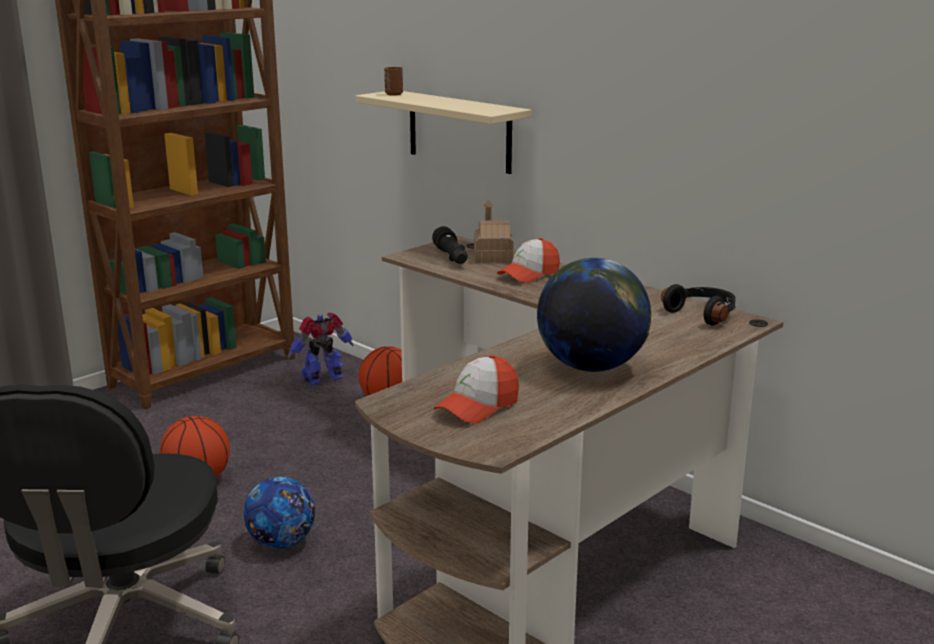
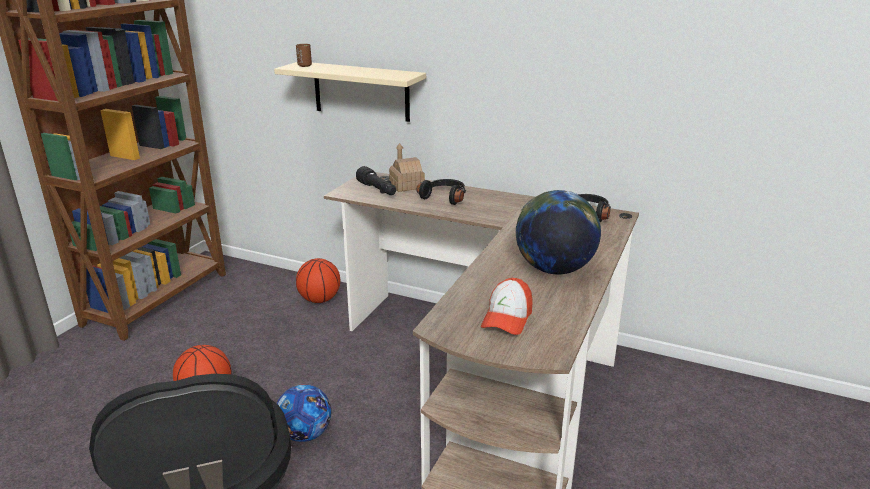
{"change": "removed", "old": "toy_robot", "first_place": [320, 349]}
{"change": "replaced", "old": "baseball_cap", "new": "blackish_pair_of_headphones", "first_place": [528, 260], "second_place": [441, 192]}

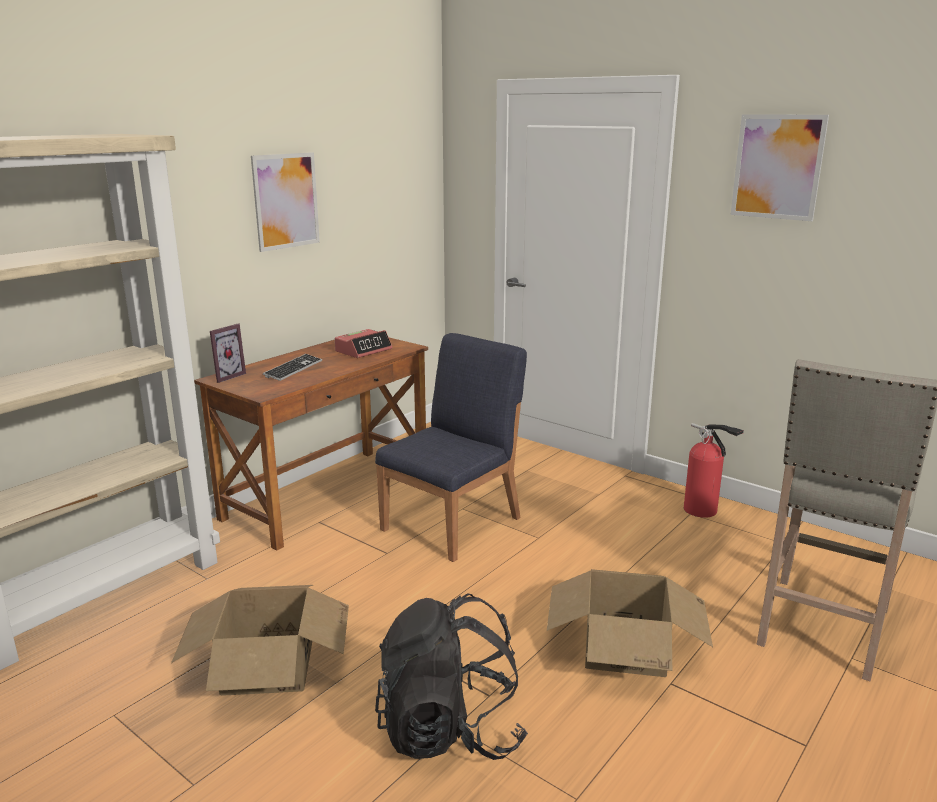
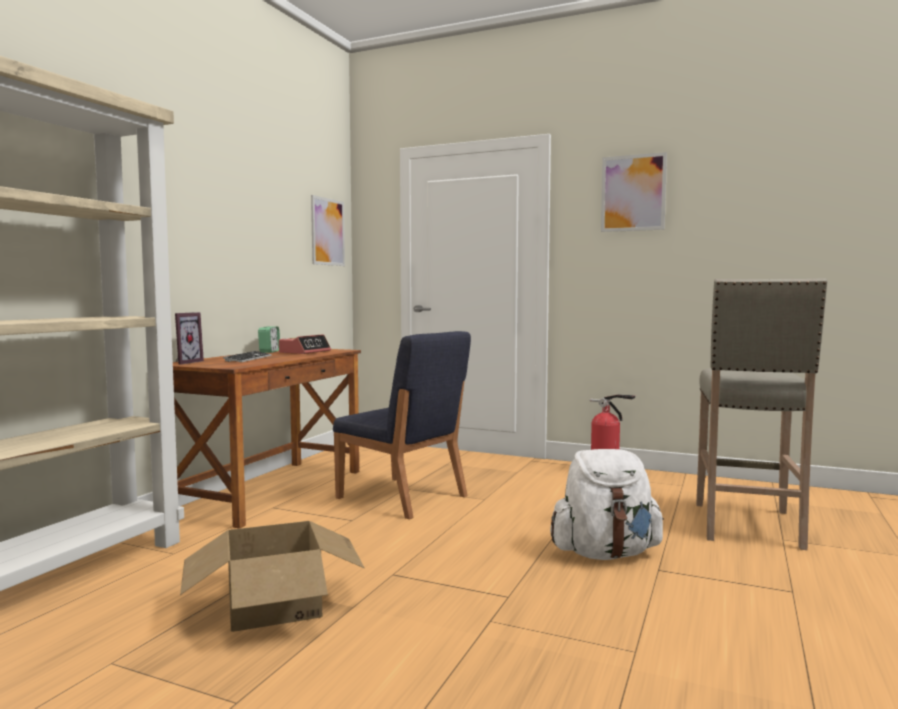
{"change": "removed", "old": "blackish_rucksack", "first_place": [451, 676]}
{"change": "added", "new": "alarm_clock", "second_place": [269, 339]}
{"change": "moved", "old": "wall_art", "first_place": [285, 202], "second_place": [328, 230]}
{"change": "replaced", "old": "cardboard_box", "new": "white-coloured_rucksack", "first_place": [630, 623], "second_place": [607, 504]}
{"change": "turned", "old": "blue-coloured_upright_chair", "first_place": [451, 447], "second_place": [402, 425], "degrees": 105}

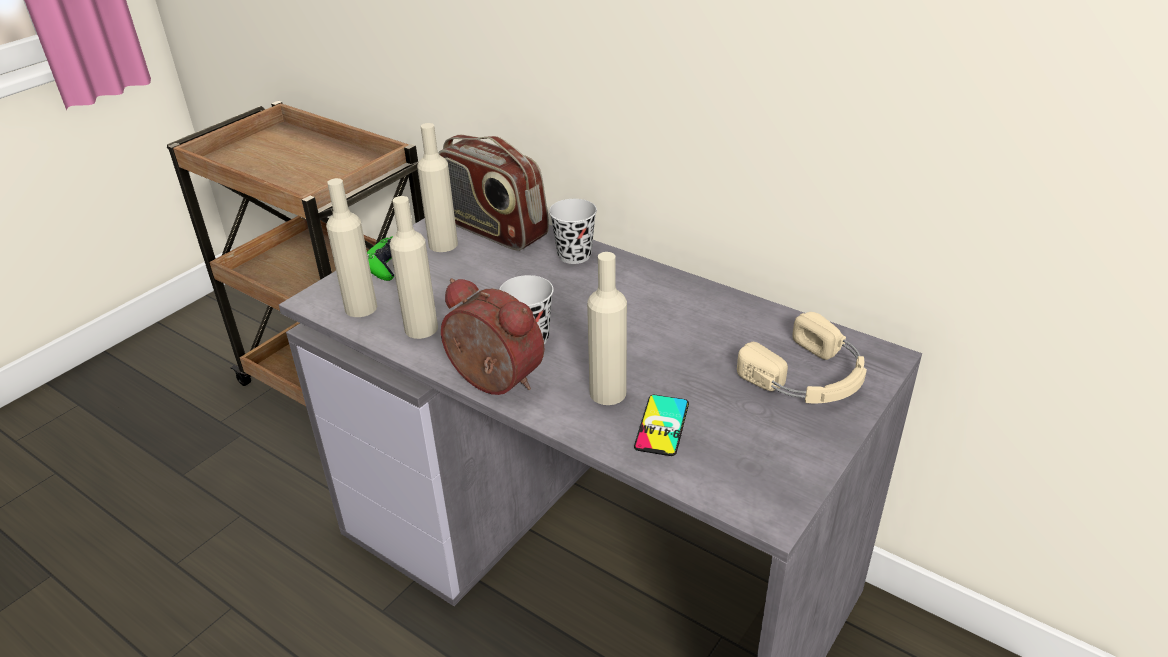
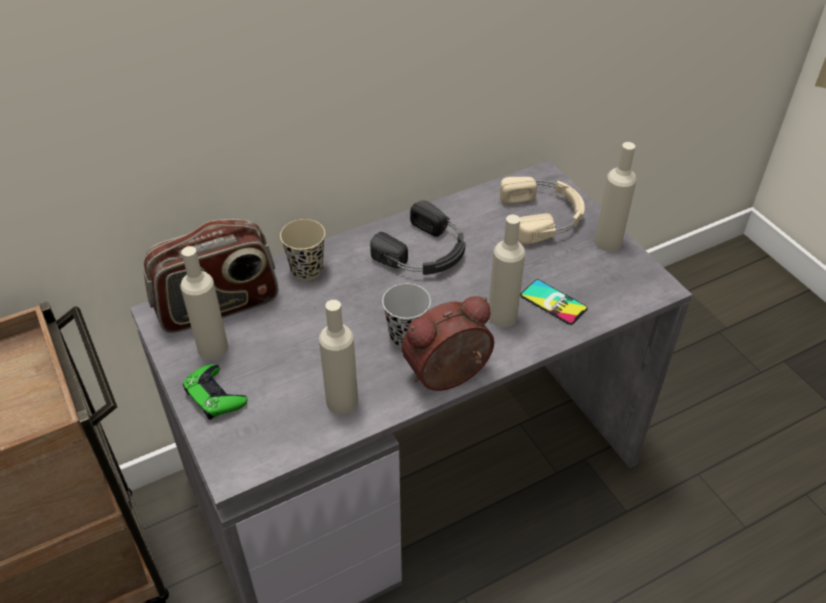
{"change": "added", "new": "blackish_pair_of_headphones", "second_place": [418, 237]}
{"change": "moved", "old": "beige-coloured_beverage_bottle", "first_place": [351, 247], "second_place": [616, 197]}
{"change": "recoloured", "old": "blackish_cup", "new": "beige-coloured_cup", "first_place": [573, 231], "second_place": [302, 249]}

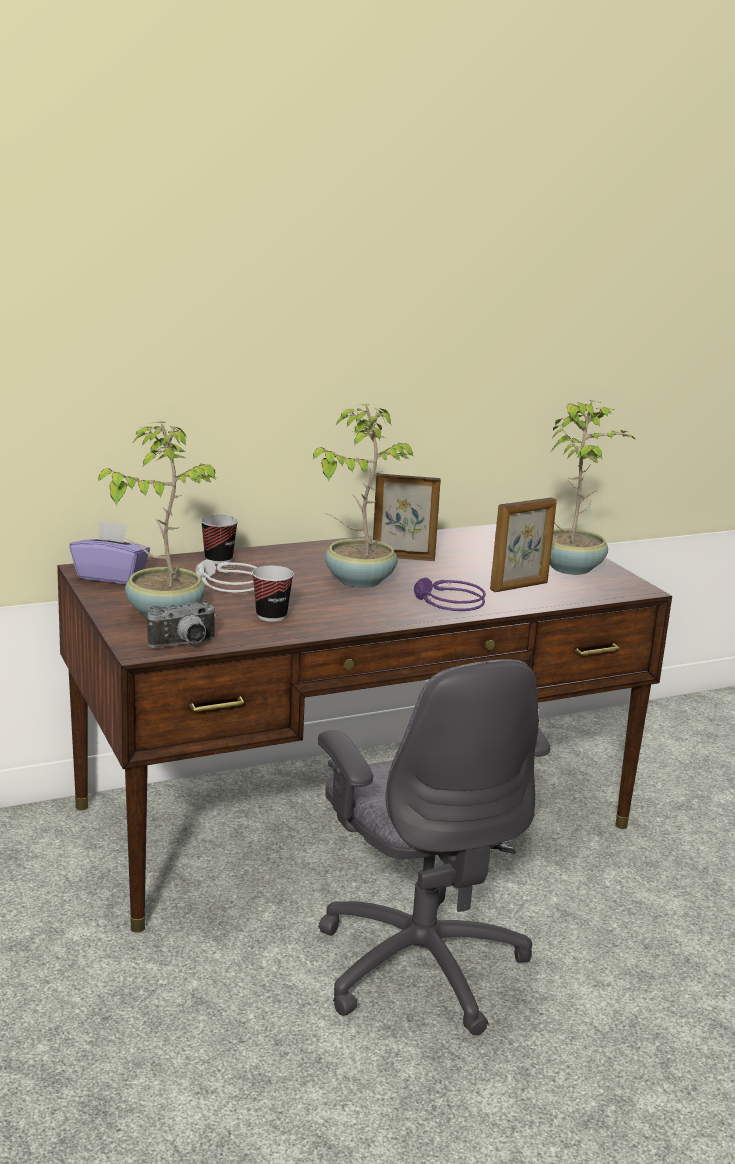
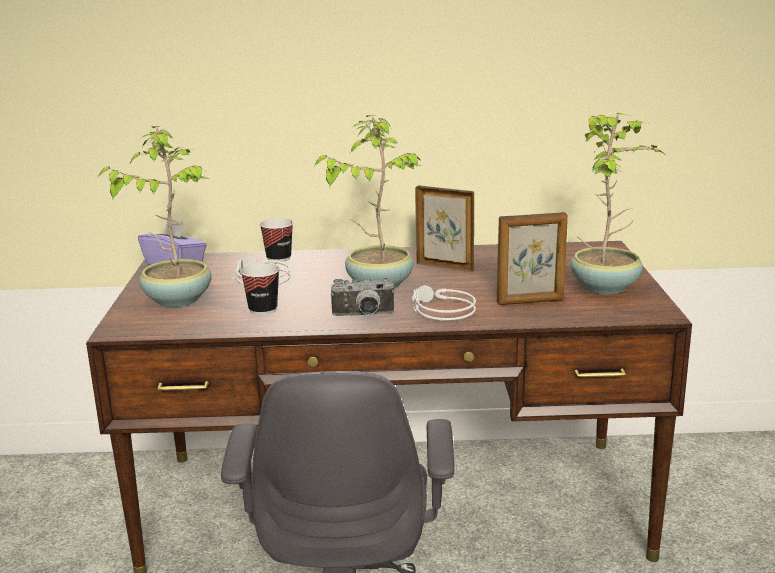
{"change": "moved", "old": "still_camera", "first_place": [182, 624], "second_place": [362, 297]}
{"change": "recoloured", "old": "purplish_pair_of_headphones", "new": "greyish_pair_of_headphones", "first_place": [450, 594], "second_place": [444, 303]}

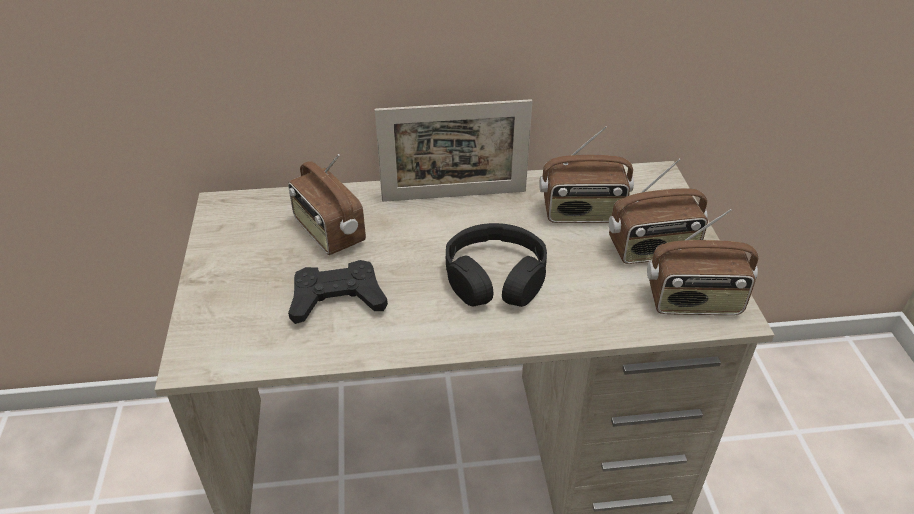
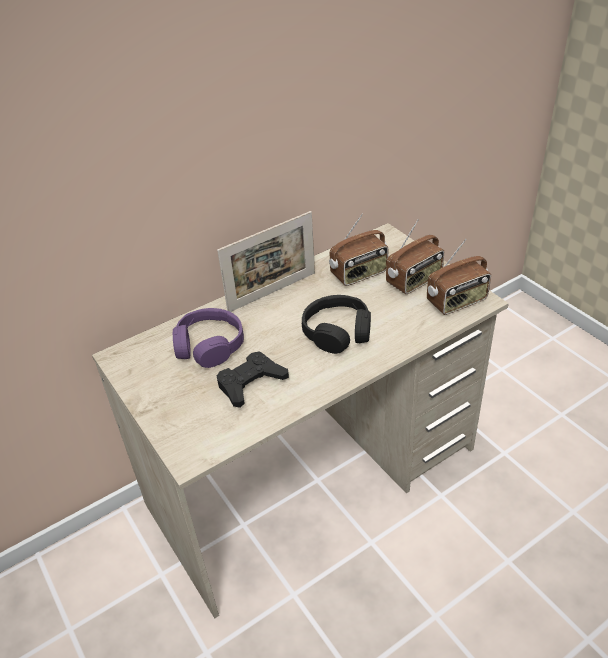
{"change": "replaced", "old": "radio_set", "new": "purplish_pair_of_headphones", "first_place": [327, 204], "second_place": [208, 338]}

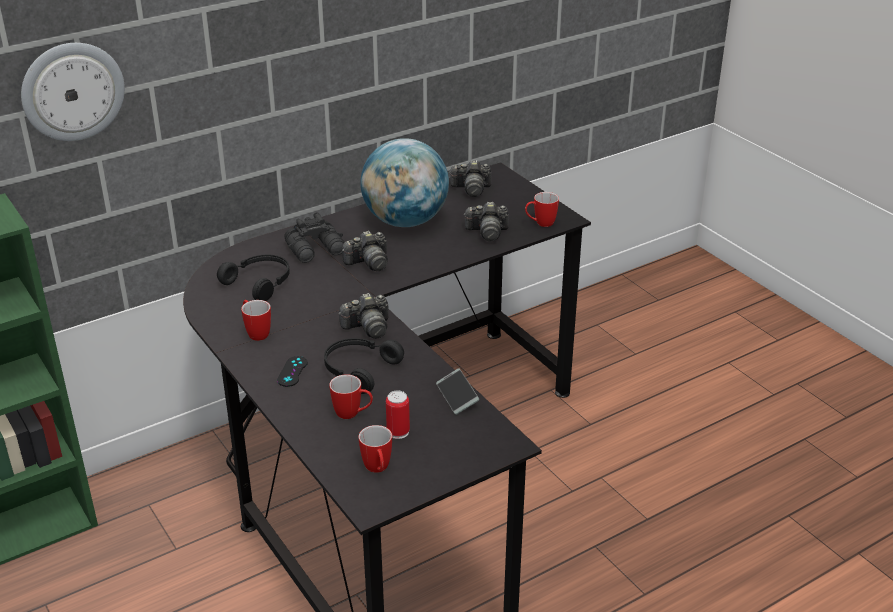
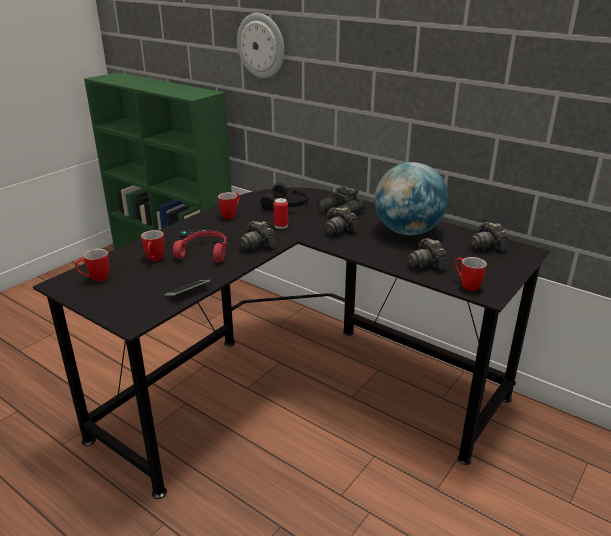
{"change": "moved", "old": "can", "first_place": [398, 414], "second_place": [281, 213]}
{"change": "recoloured", "old": "blackish_pair_of_headphones", "new": "red_pair_of_headphones", "first_place": [364, 366], "second_place": [200, 246]}

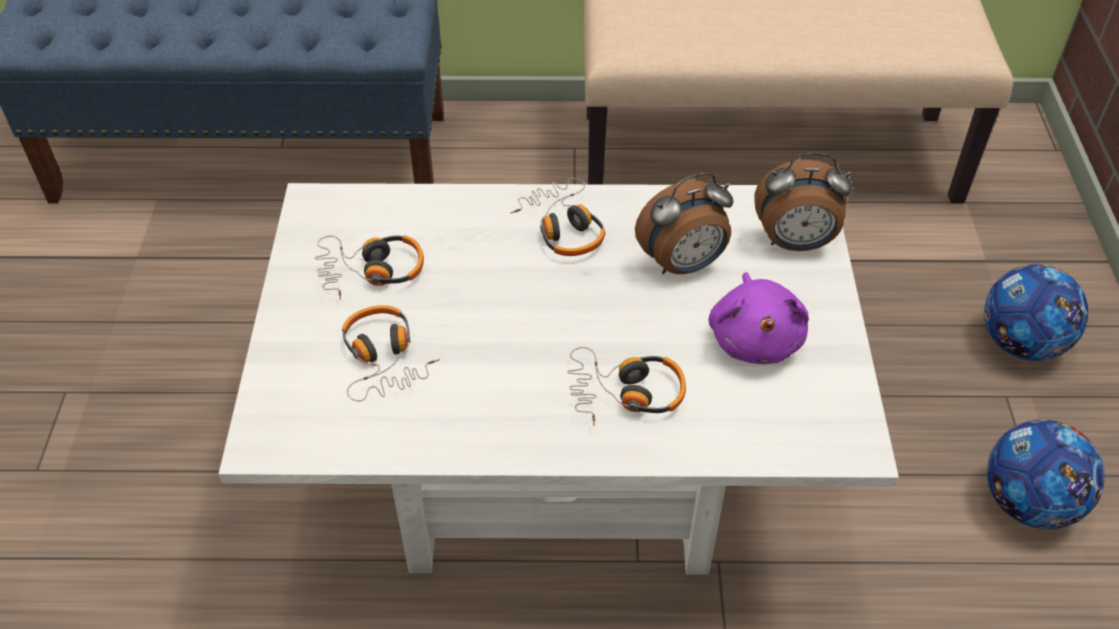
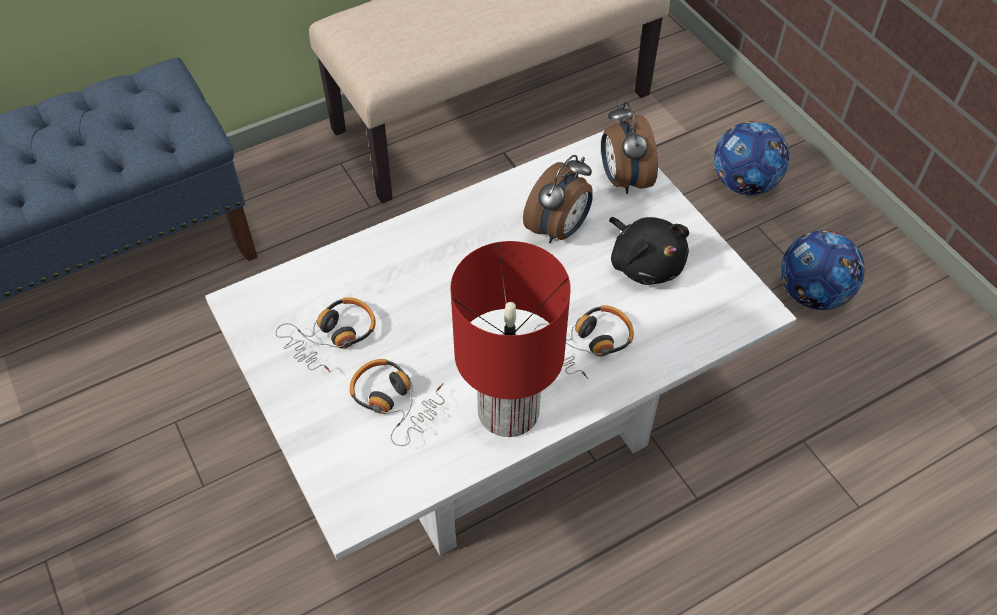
{"change": "removed", "old": "pair_of_headphones", "first_place": [557, 217]}
{"change": "added", "new": "red_lamp_for_a_table", "second_place": [511, 339]}
{"change": "recoloured", "old": "purplish_soft_toy", "new": "blackish_soft_toy", "first_place": [758, 318], "second_place": [649, 251]}
{"change": "turned", "old": "alarm_clock", "first_place": [803, 201], "second_place": [629, 148], "degrees": 105}

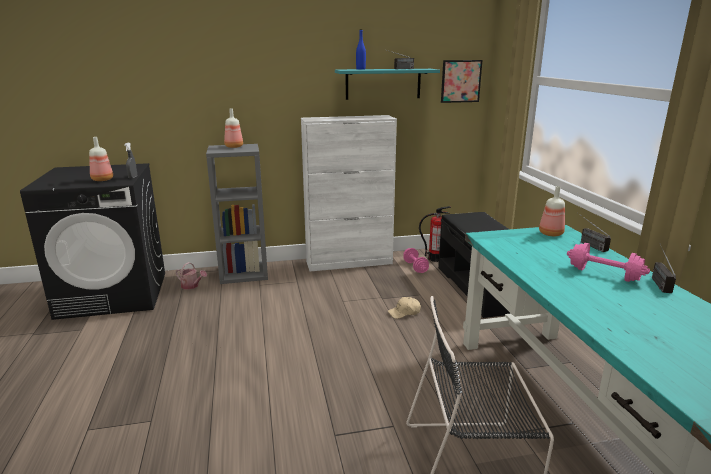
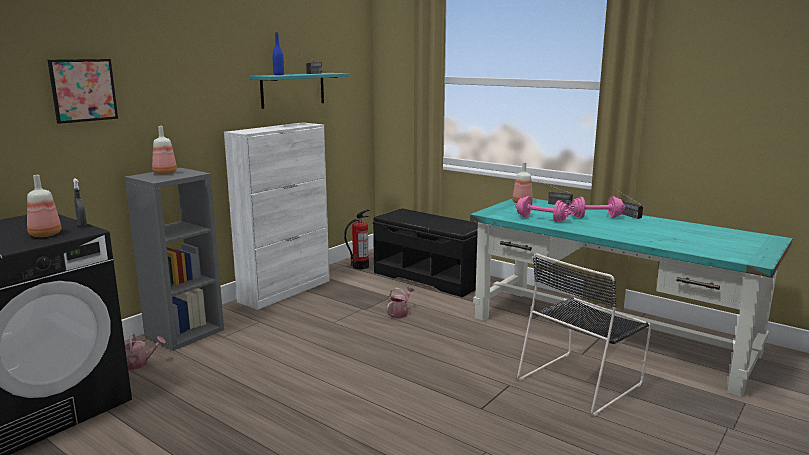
{"change": "moved", "old": "pinkish_hand_weight", "first_place": [416, 260], "second_place": [543, 209]}
{"change": "moved", "old": "wall_art", "first_place": [461, 81], "second_place": [83, 91]}
{"change": "replaced", "old": "beige-coloured_baseball_cap", "new": "sprinkling_can", "first_place": [404, 308], "second_place": [400, 302]}

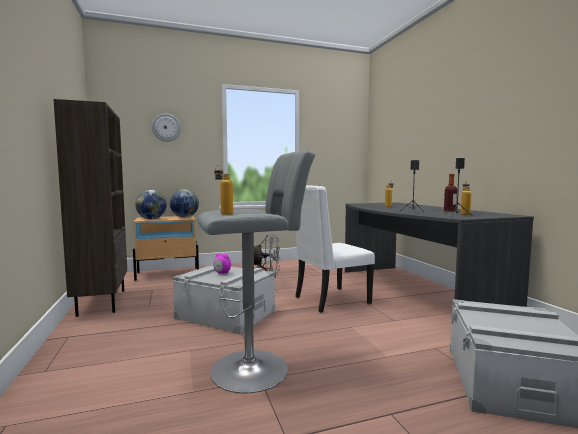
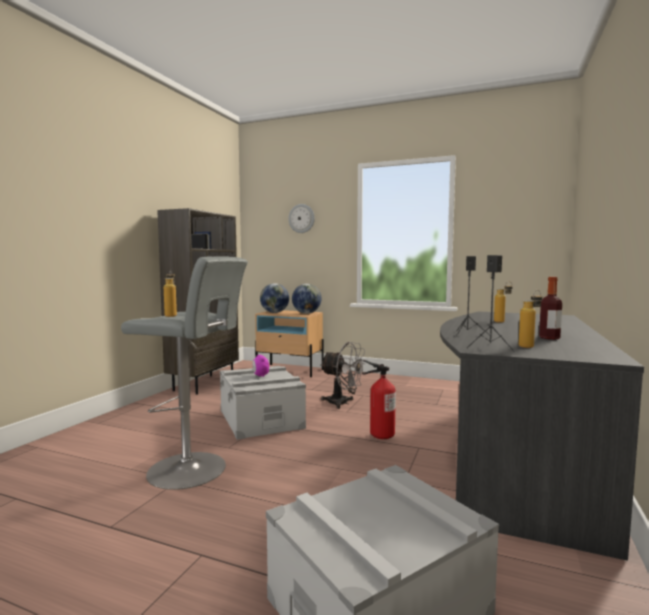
{"change": "replaced", "old": "white-coloured_upright_chair", "new": "fire_extinguisher", "first_place": [335, 249], "second_place": [379, 399]}

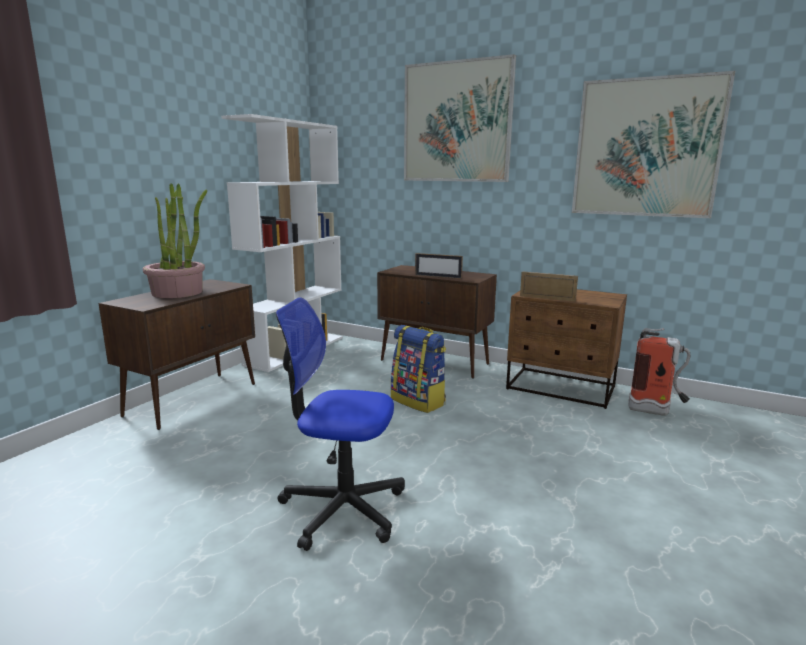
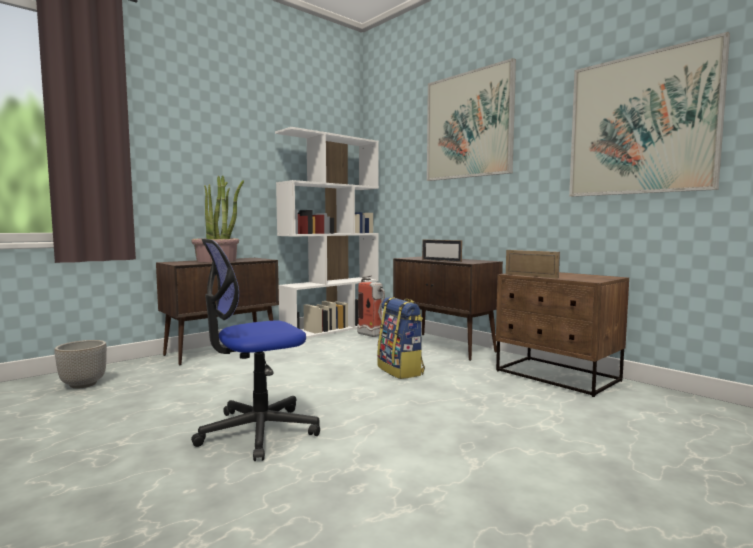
{"change": "added", "new": "flower_pot", "second_place": [80, 364]}
{"change": "moved", "old": "fire_extinguisher", "first_place": [659, 372], "second_place": [371, 306]}
{"change": "turned", "old": "office_chair", "first_place": [340, 424], "second_place": [255, 350], "degrees": -60}

